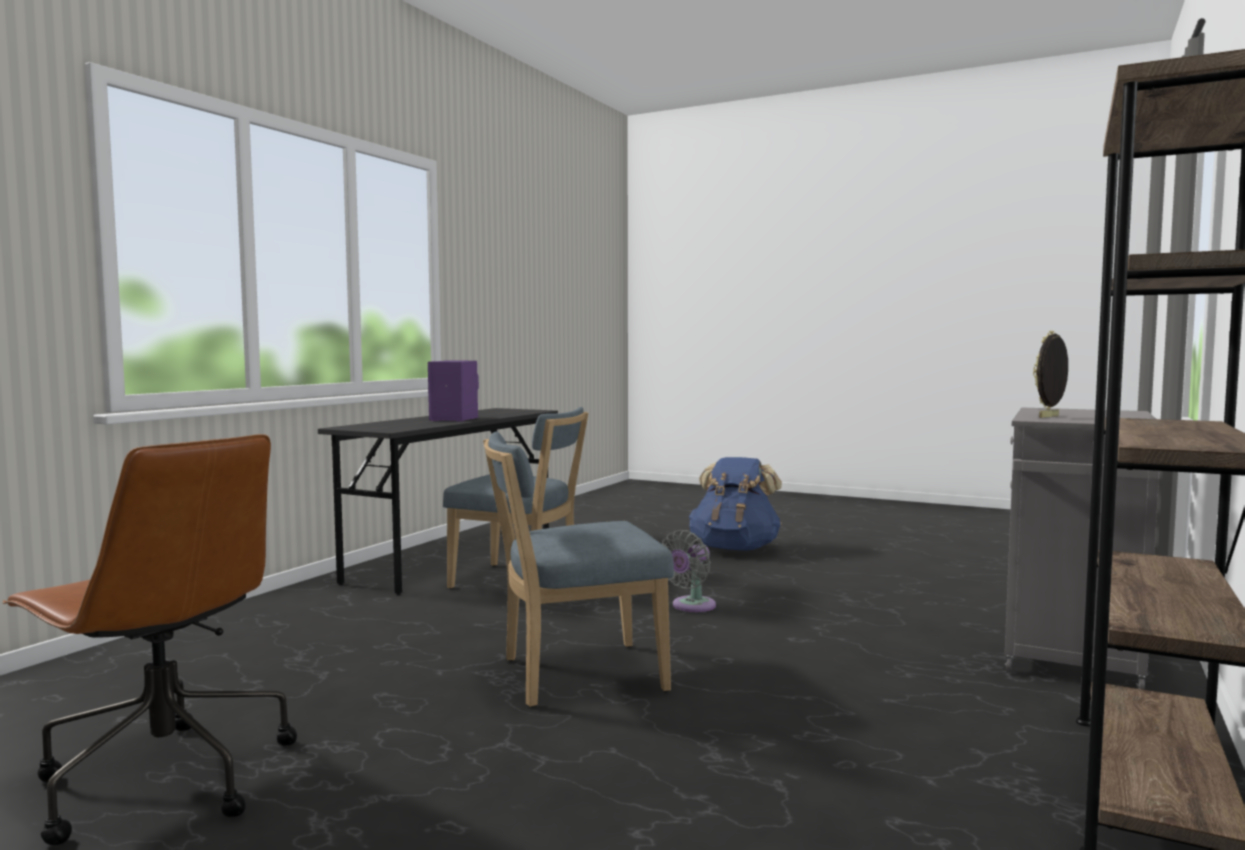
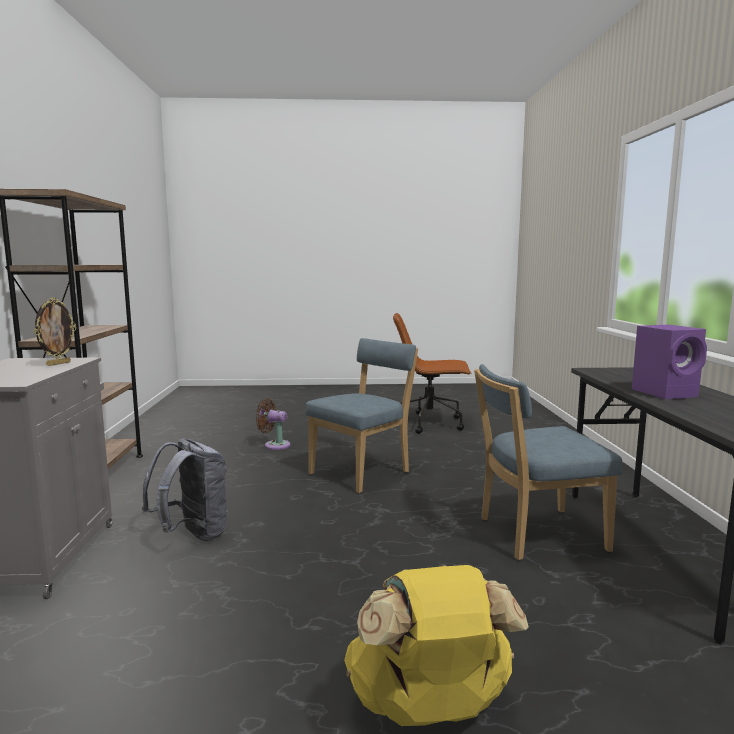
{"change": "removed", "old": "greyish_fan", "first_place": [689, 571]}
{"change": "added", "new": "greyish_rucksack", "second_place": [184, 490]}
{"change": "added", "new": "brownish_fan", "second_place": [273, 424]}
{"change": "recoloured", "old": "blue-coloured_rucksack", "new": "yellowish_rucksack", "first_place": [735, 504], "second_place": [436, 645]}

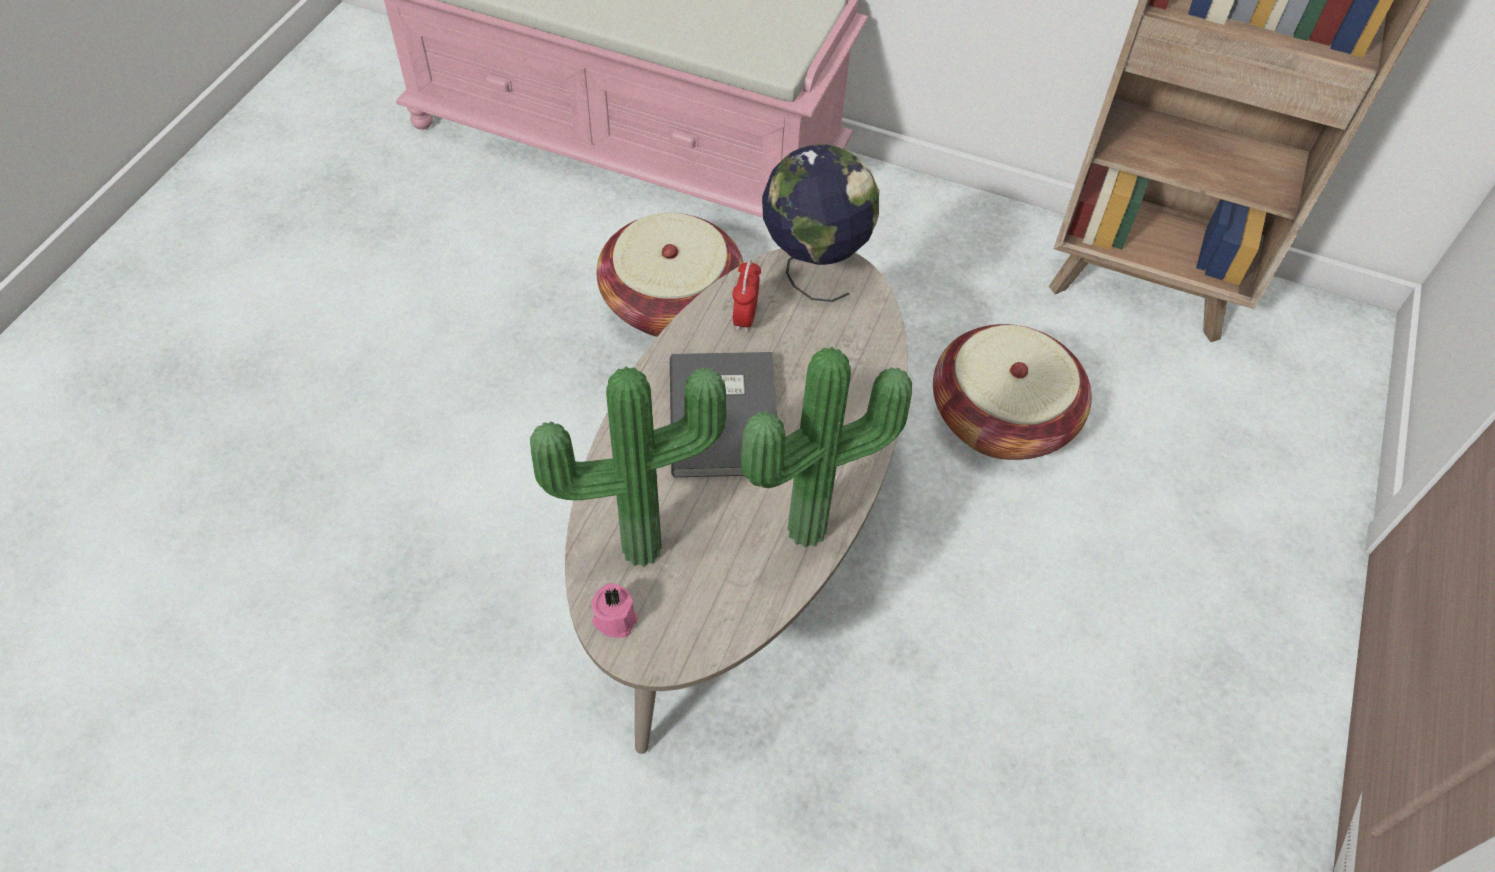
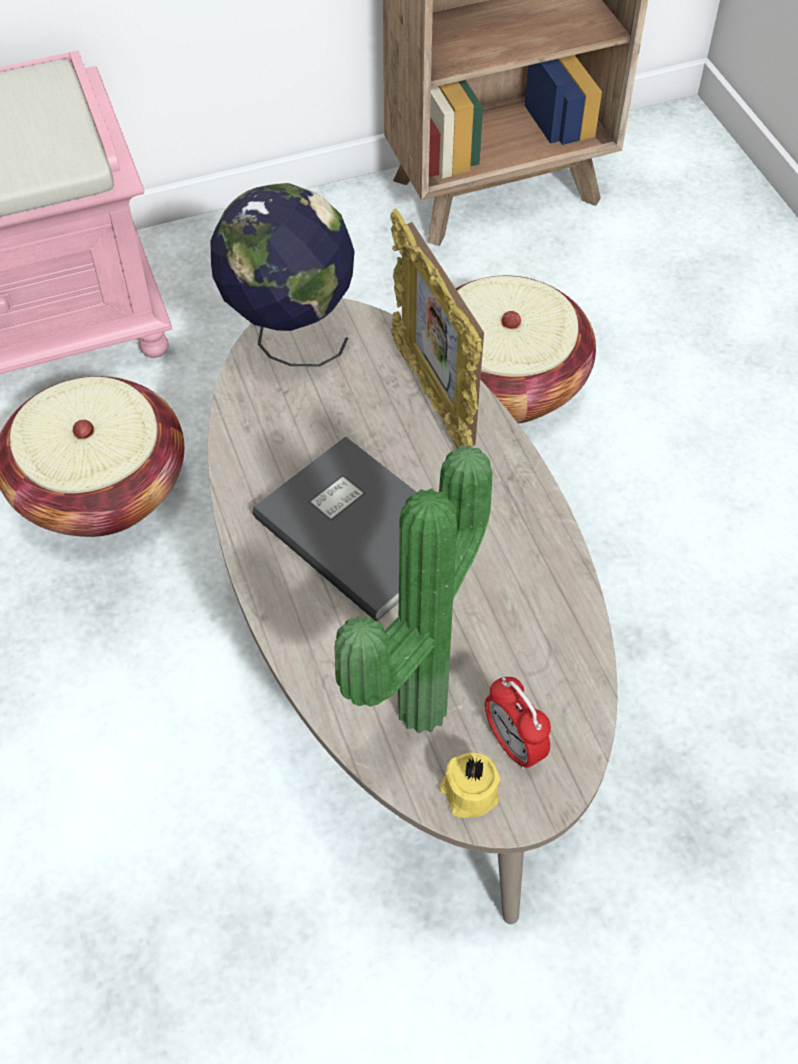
{"change": "removed", "old": "houseplant", "first_place": [826, 447]}
{"change": "added", "new": "photo_frame", "second_place": [437, 328]}
{"change": "moved", "old": "alarm_clock", "first_place": [746, 295], "second_place": [518, 723]}
{"change": "recoloured", "old": "pinkish_candle", "new": "yellowish_candle", "first_place": [614, 610], "second_place": [470, 785]}

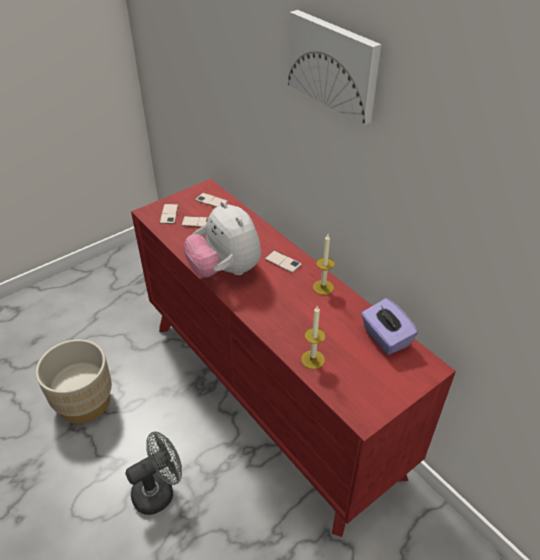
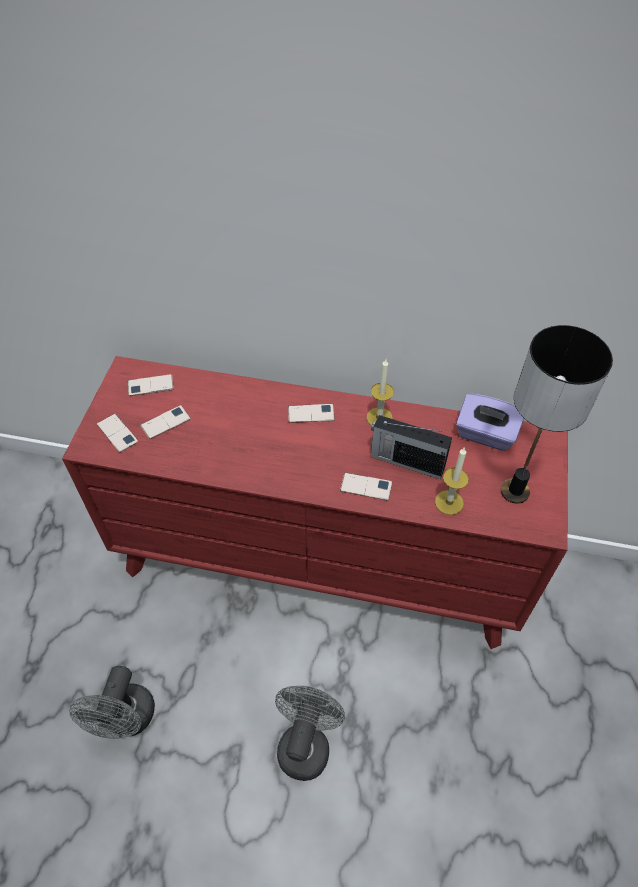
{"change": "removed", "old": "soft_toy", "first_place": [222, 239]}
{"change": "removed", "old": "wall_art", "first_place": [334, 68]}
{"change": "added", "new": "telephone", "second_place": [366, 486]}
{"change": "added", "new": "radio_set", "second_place": [411, 447]}
{"change": "added", "new": "lamp_for_a_table", "second_place": [557, 414]}
{"change": "replaced", "old": "beige-coloured_flower_pot", "new": "greyish_fan", "first_place": [74, 381], "second_place": [112, 702]}

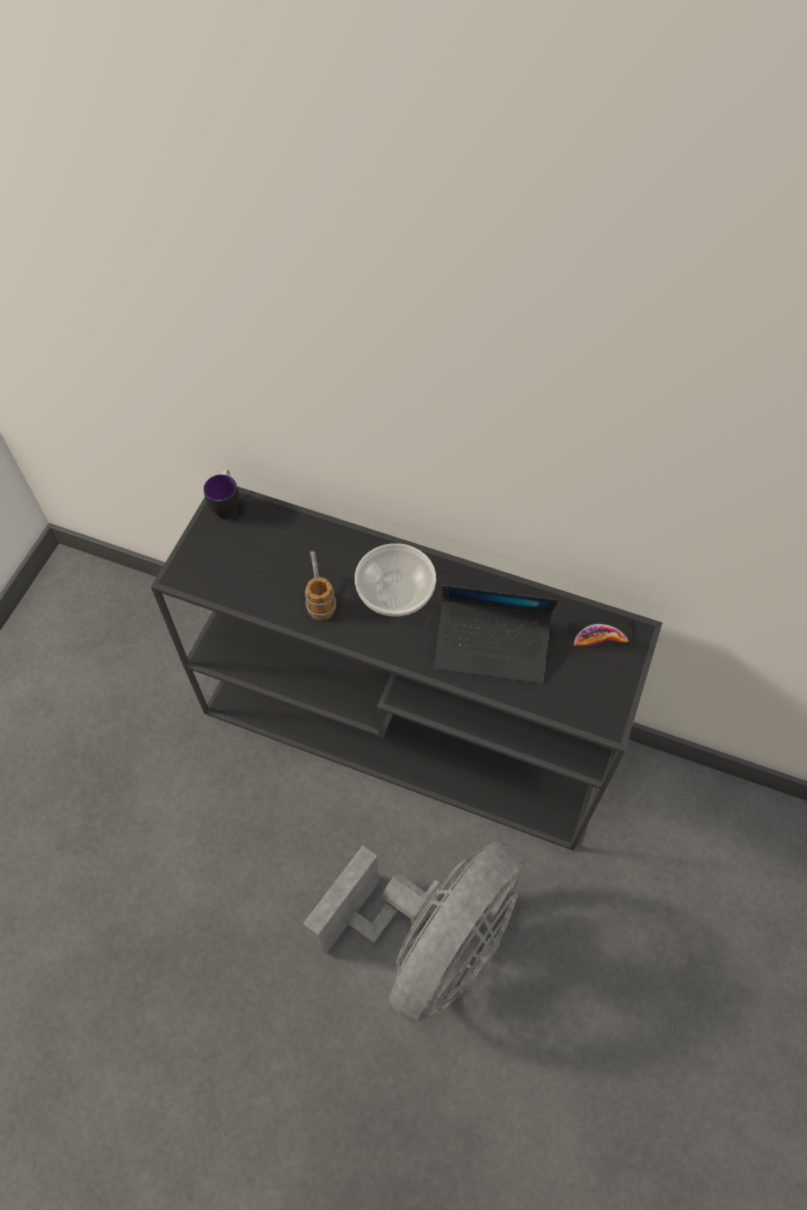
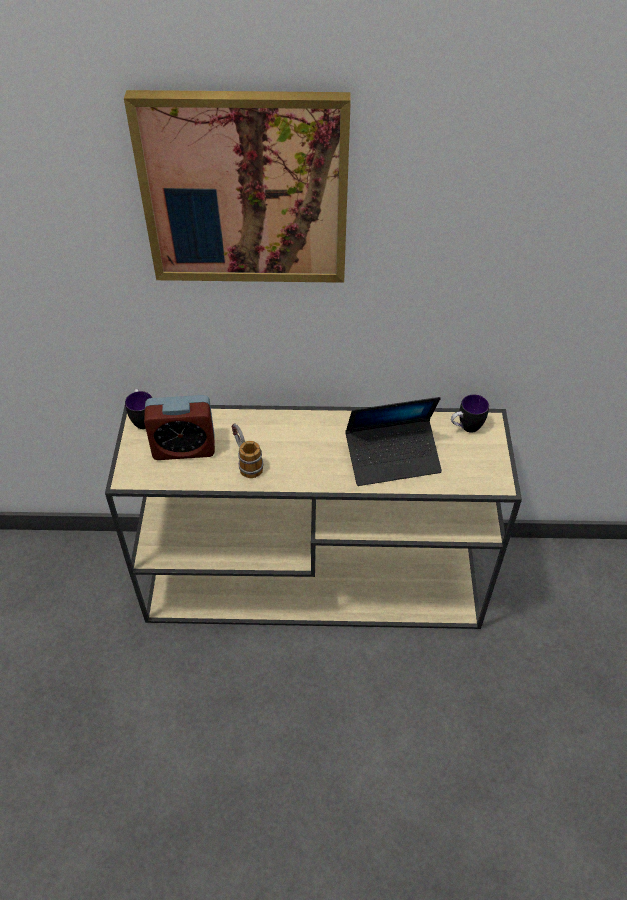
{"change": "removed", "old": "greyish_fan", "first_place": [414, 932]}
{"change": "removed", "old": "bowl", "first_place": [395, 579]}
{"change": "added", "new": "wall_art", "second_place": [237, 186]}
{"change": "added", "new": "alarm_clock", "second_place": [179, 427]}
{"change": "replaced", "old": "telephone", "new": "coffee_mug", "first_place": [600, 632], "second_place": [470, 413]}
{"change": "recoloured", "old": "blackish_console_table", "new": "beige-coloured_console_table", "first_place": [406, 668], "second_place": [313, 517]}

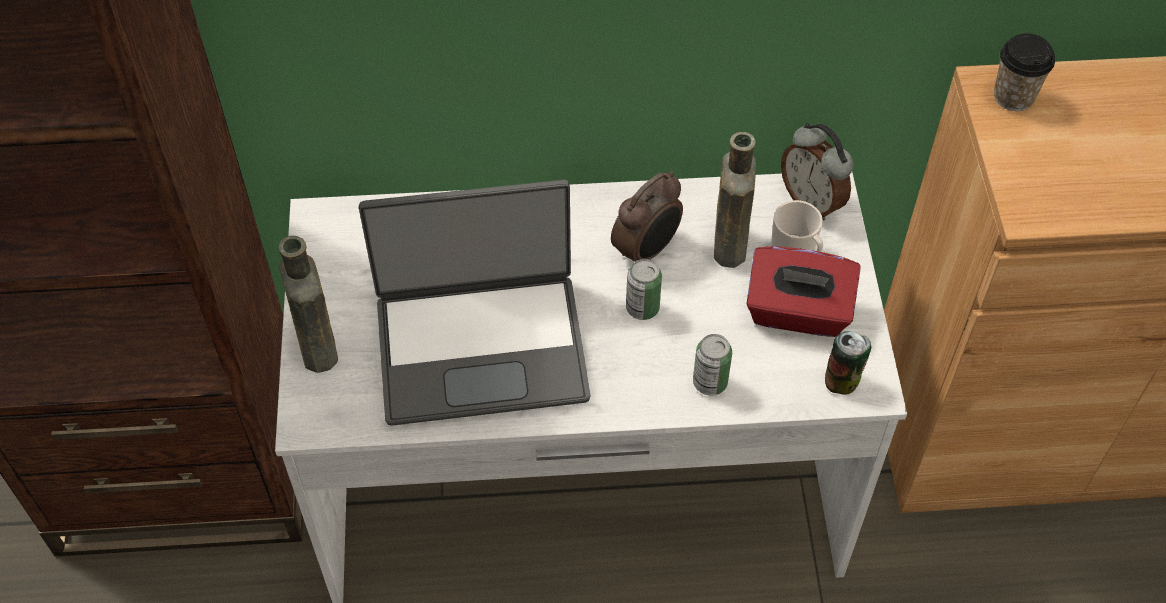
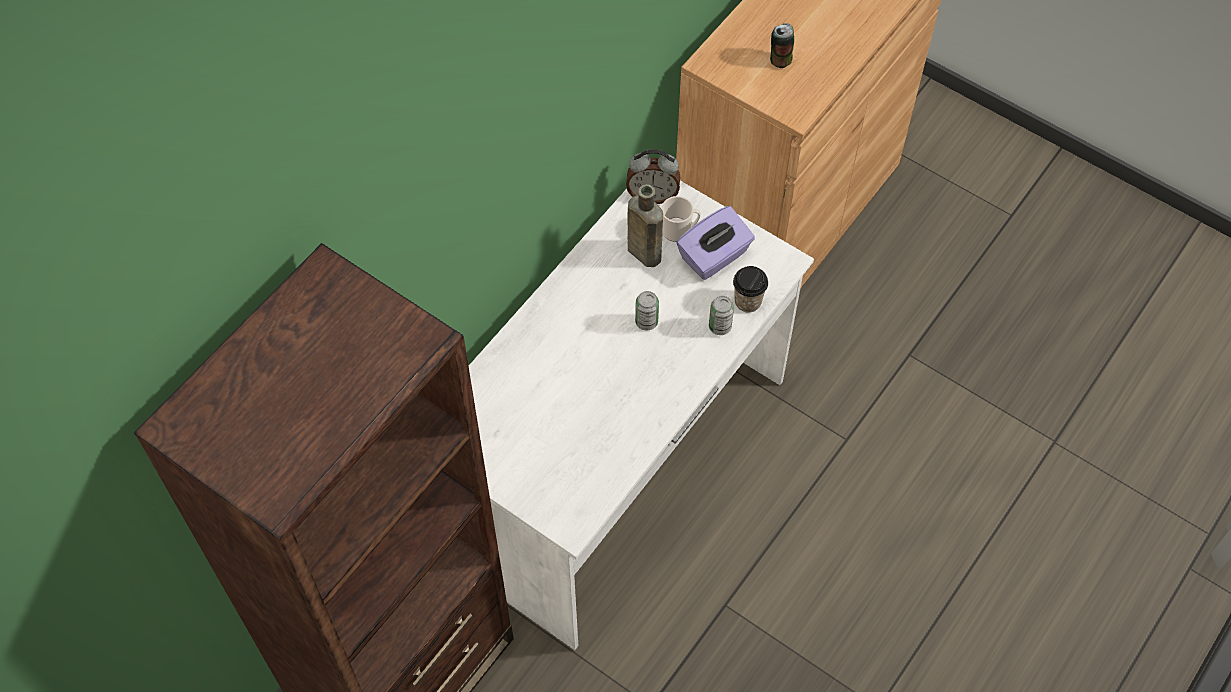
{"change": "removed", "old": "brownish_beverage_bottle", "first_place": [308, 304]}
{"change": "removed", "old": "notebook_computer", "first_place": [474, 303]}
{"change": "removed", "old": "alarm_clock", "first_place": [647, 216]}
{"change": "moved", "old": "can", "first_place": [848, 363], "second_place": [782, 45]}
{"change": "moved", "old": "cup", "first_place": [1024, 72], "second_place": [750, 289]}
{"change": "recoloured", "old": "red_box_of_tissues", "new": "purplish_box_of_tissues", "first_place": [803, 291], "second_place": [716, 243]}

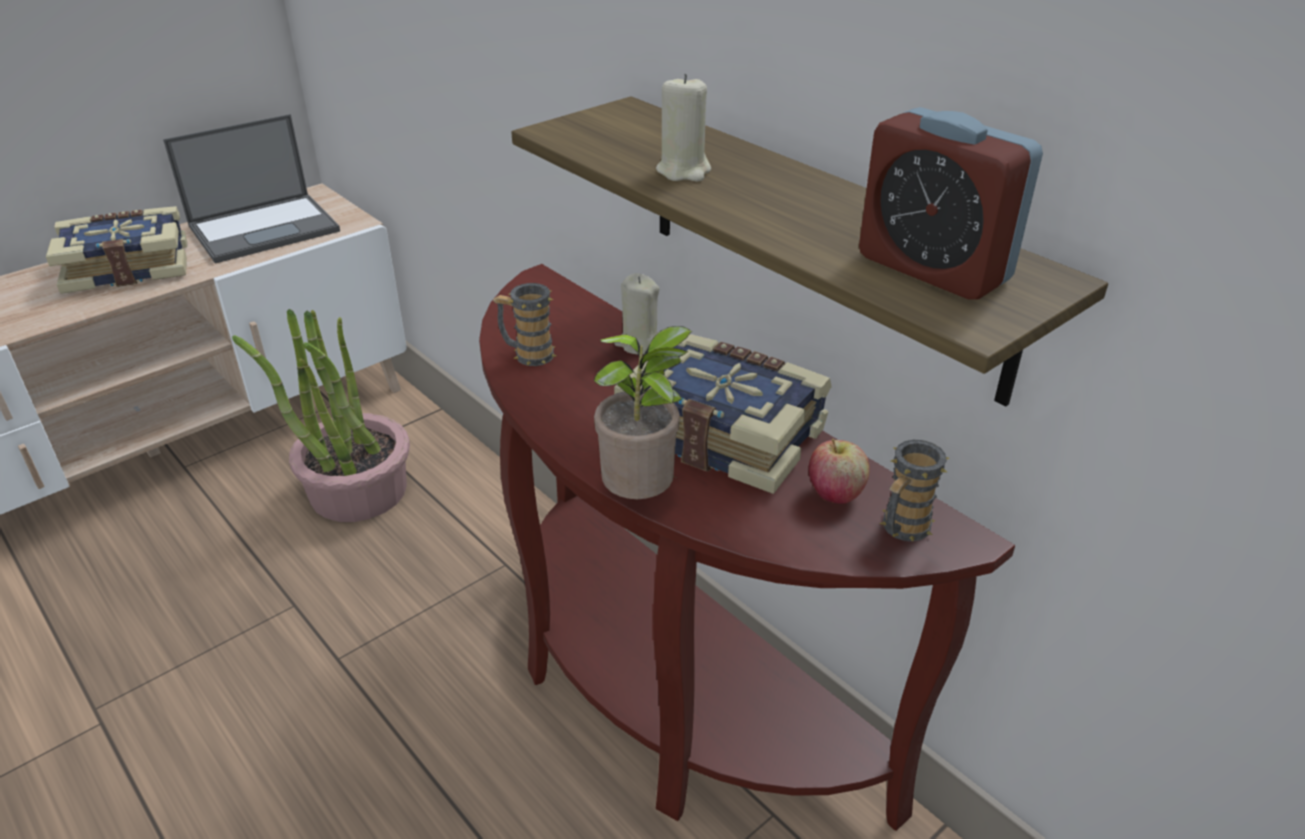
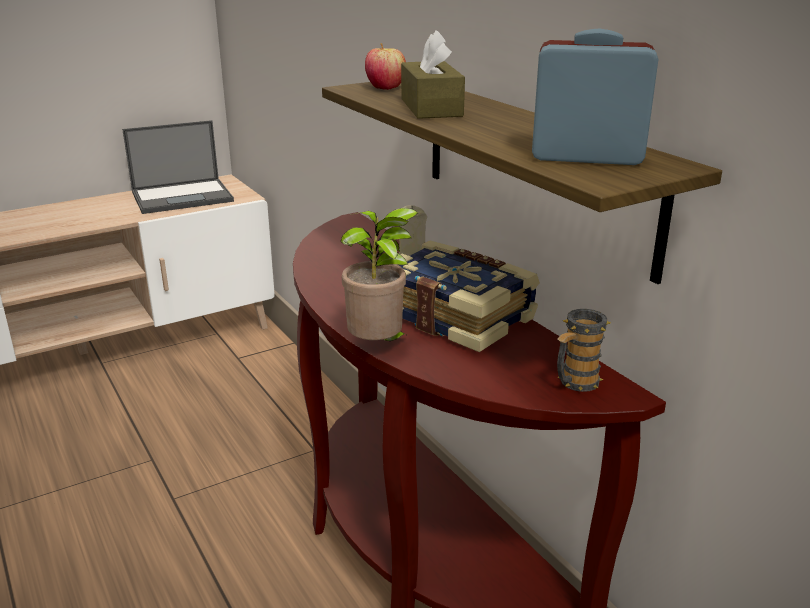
{"change": "removed", "old": "volume", "first_place": [116, 250]}
{"change": "removed", "old": "houseplant", "first_place": [321, 415]}
{"change": "removed", "old": "coffee_mug", "first_place": [524, 324]}
{"change": "moved", "old": "whole_apple", "first_place": [839, 471], "second_place": [385, 66]}
{"change": "replaced", "old": "beige-coloured_candle", "new": "brownish_box_of_tissues", "first_place": [683, 128], "second_place": [433, 74]}
{"change": "turned", "old": "alarm_clock", "first_place": [951, 203], "second_place": [595, 96], "degrees": 135}

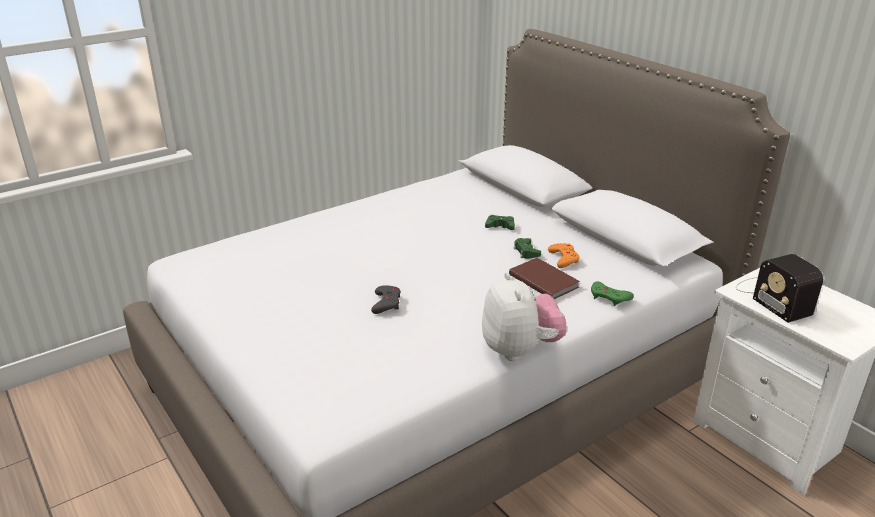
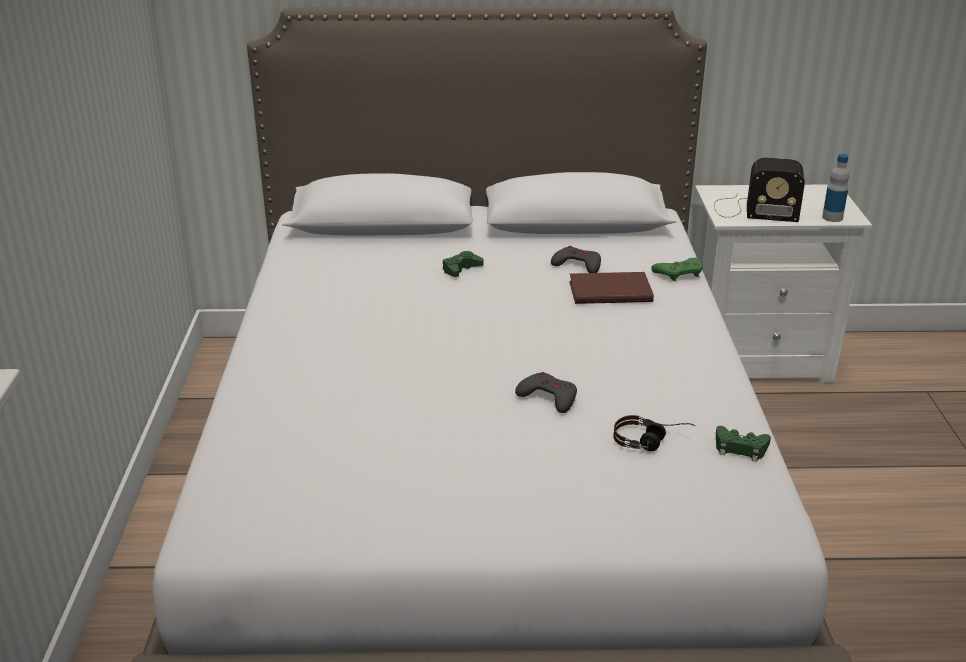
{"change": "removed", "old": "soft_toy", "first_place": [524, 316]}
{"change": "added", "new": "pair_of_headphones", "second_place": [654, 433]}
{"change": "added", "new": "beverage_bottle", "second_place": [835, 188]}
{"change": "moved", "old": "green_gamepad", "first_place": [527, 248], "second_place": [743, 444]}
{"change": "recoloured", "old": "orange_gamepad", "new": "greyish_gamepad", "first_place": [564, 255], "second_place": [576, 259]}

